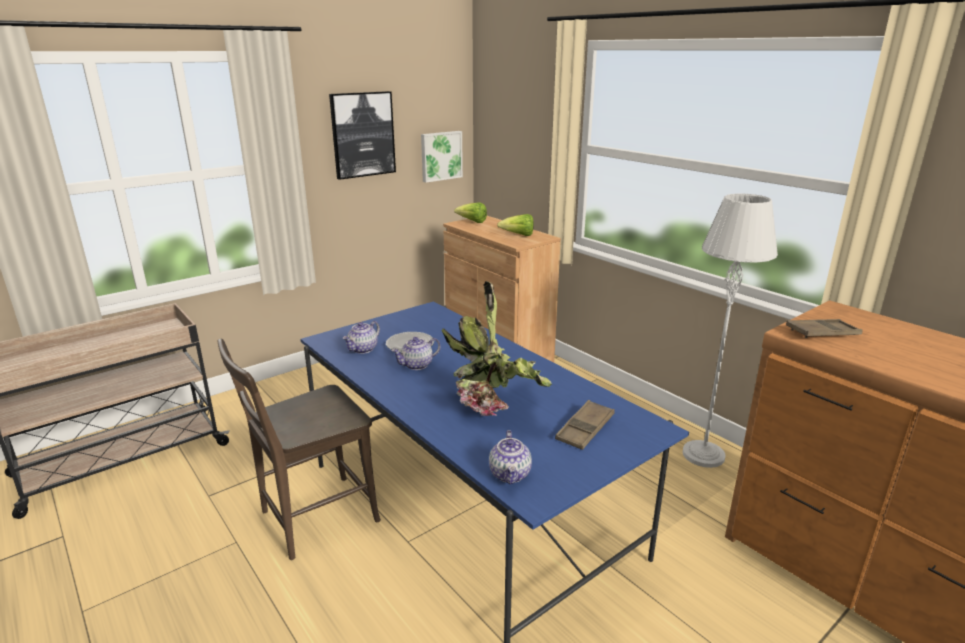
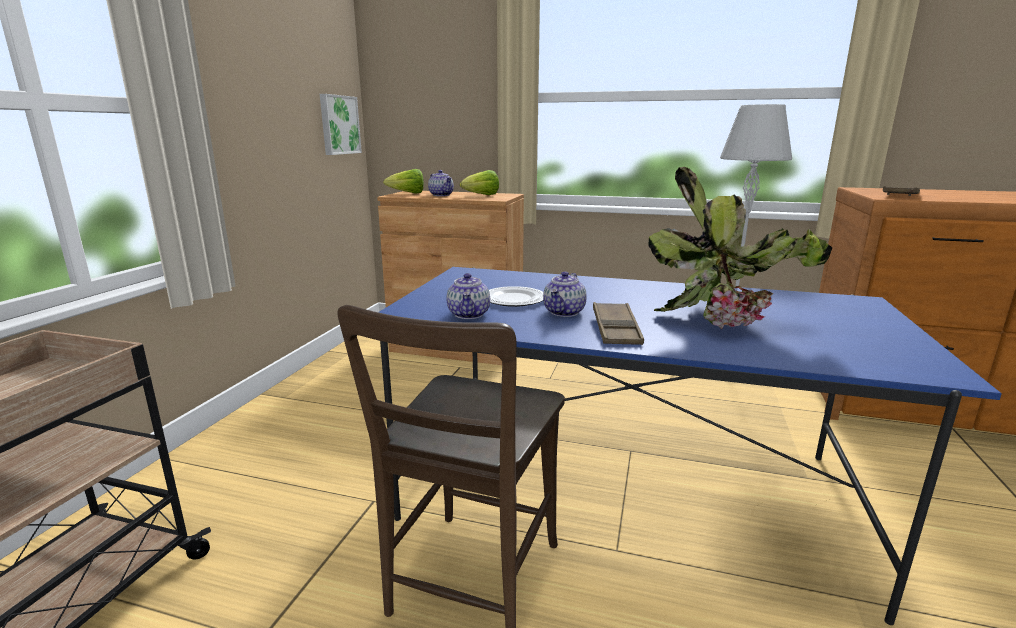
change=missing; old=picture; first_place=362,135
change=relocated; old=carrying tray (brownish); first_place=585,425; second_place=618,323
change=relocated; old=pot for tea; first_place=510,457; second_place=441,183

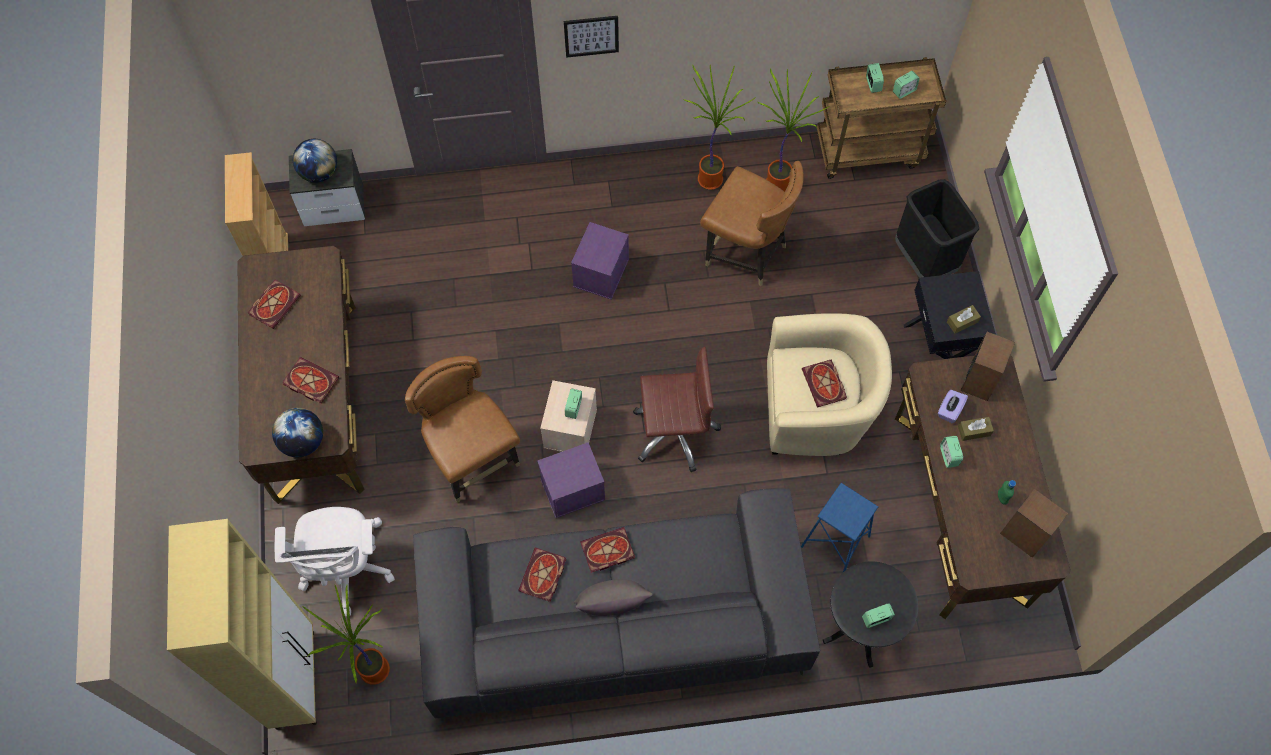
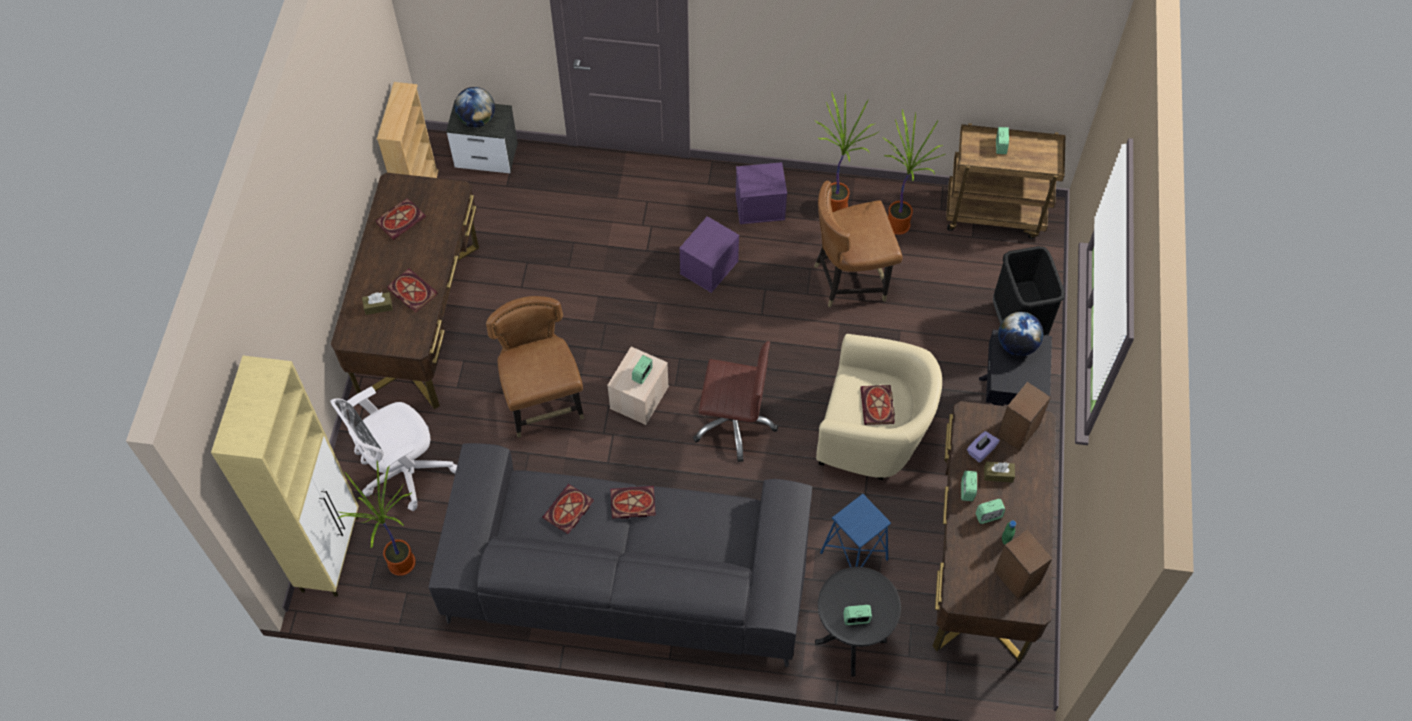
change=missing; old=picture; first_place=591,37
change=relocated; old=table clock; first_place=906,85; second_place=990,511
change=spun; old=plain chair (brownish); first_place=752,224; second_place=858,244; degrees=120
change=relocated; old=tissue box (brownish); first_place=964,319; second_place=377,303
change=relocated; old=world globe; first_place=297,432; second_place=1021,334
change=relocated; old=storage container (purple-coloured); first_place=571,480; second_place=761,193
change=spun; old=desk chair (white-coloured); first_place=335,561; second_place=393,448; degrees=45
change=missing; old=cushion (greyish); first_place=613,597

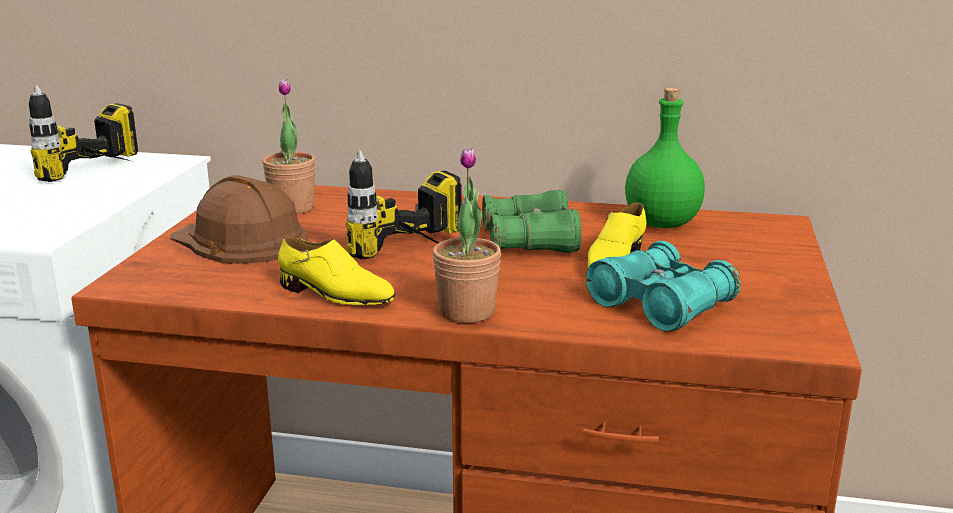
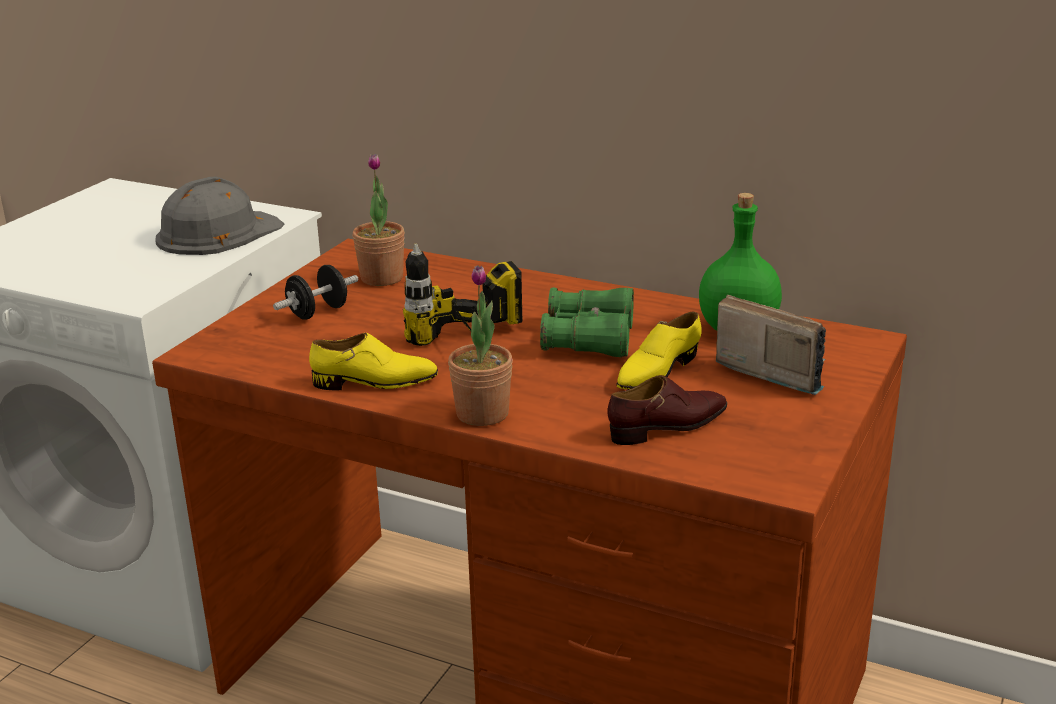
change=exchanged; old=power drill; new=safety helmet (greyish); first_place=83,133; second_place=219,216
change=exchanged; old=safety helmet (brownish); new=hand weight (blackish); first_place=239,219; second_place=315,292
change=spun; old=shoe (yellowish); first_place=336,270; second_place=373,361; degrees=-45
change=exchanged; old=binoculars (blue-green); new=shoe (brownish); first_place=663,286; second_place=667,410
change=appeared; new=radio; second_place=771,345

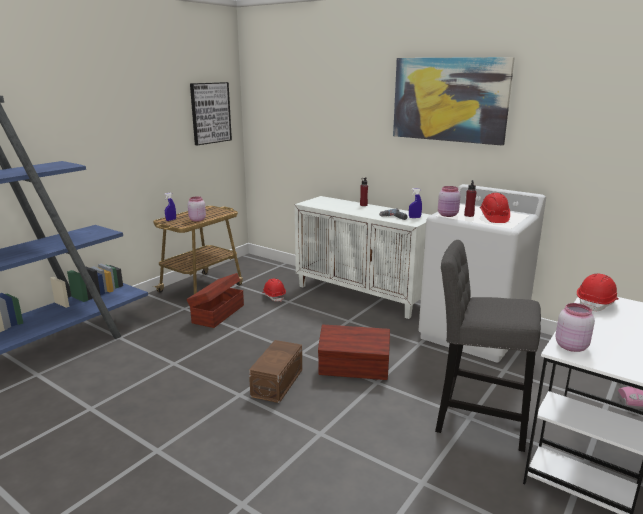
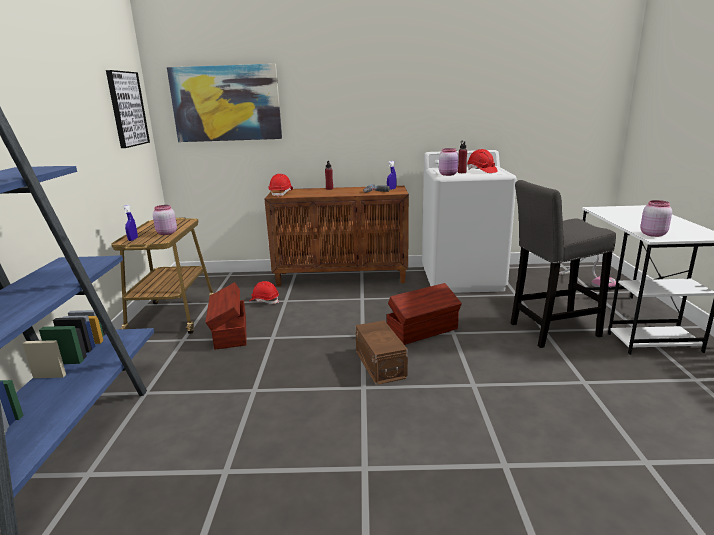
change=relocated; old=picture; first_place=454,101; second_place=224,103
change=colour; old=cupboard (white-coloured); new=cupboard (brownish); first_place=362,257; second_place=336,236
change=relocated; old=safety helmet (reddish); first_place=598,292; second_place=280,185

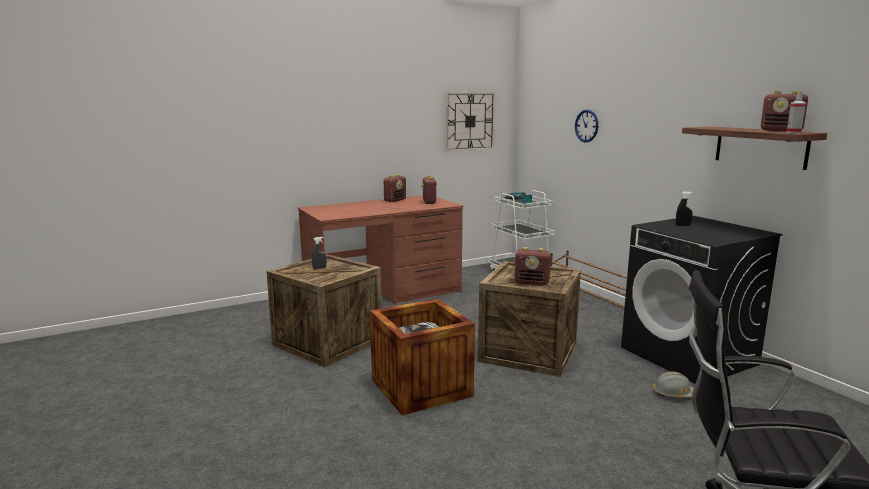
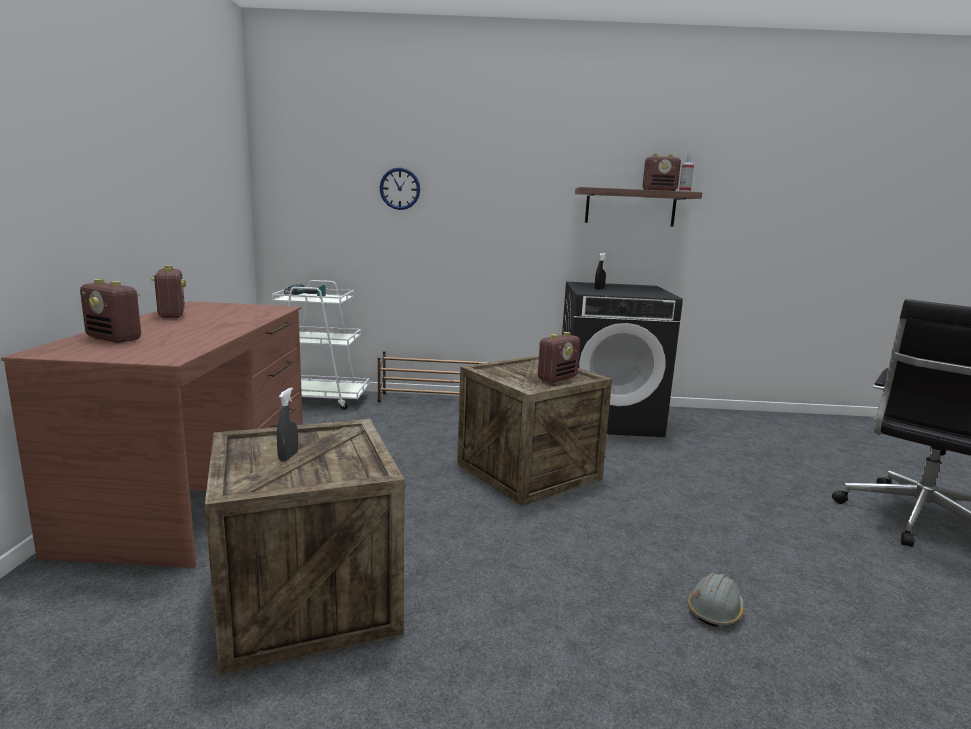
change=missing; old=clock on the wall; first_place=470,122
change=relocated; old=radio; first_place=429,189; second_place=110,311
change=missing; old=crate; first_place=422,357
change=relocated; old=safety helmet (greyish); first_place=673,384; second_place=715,600

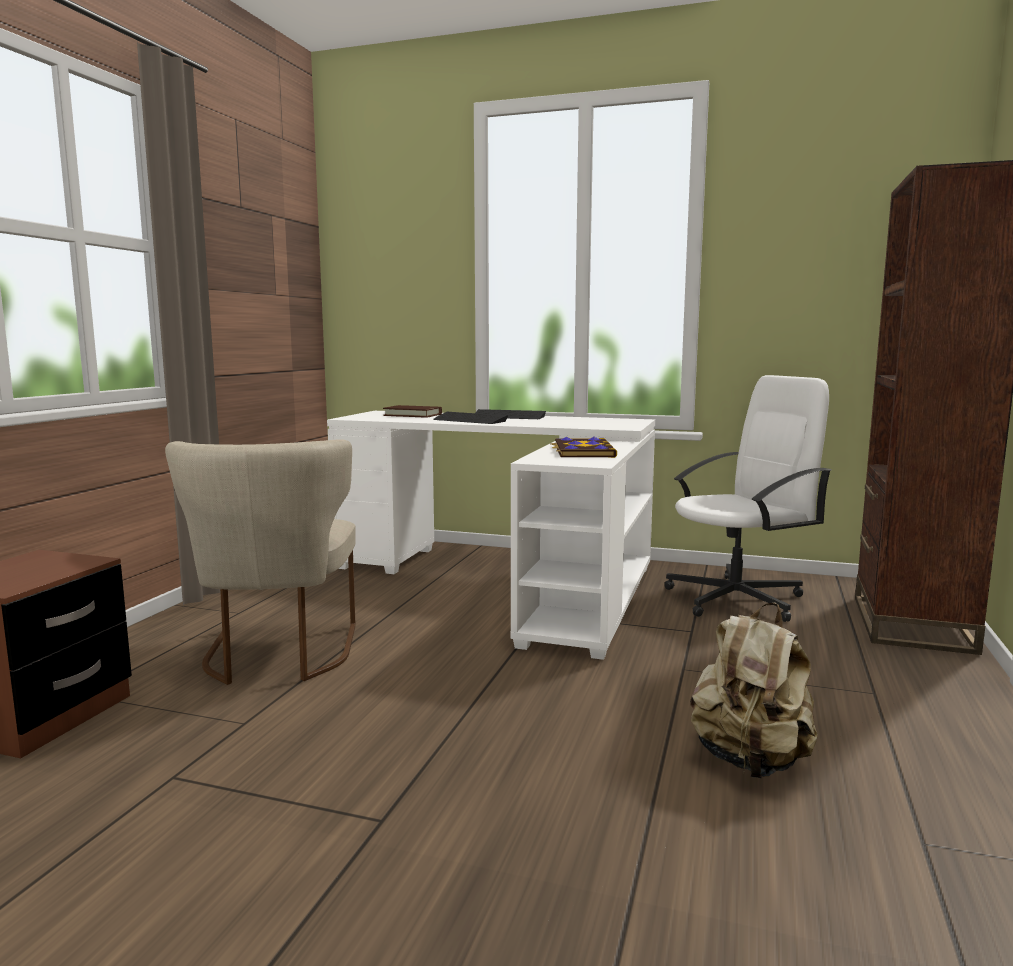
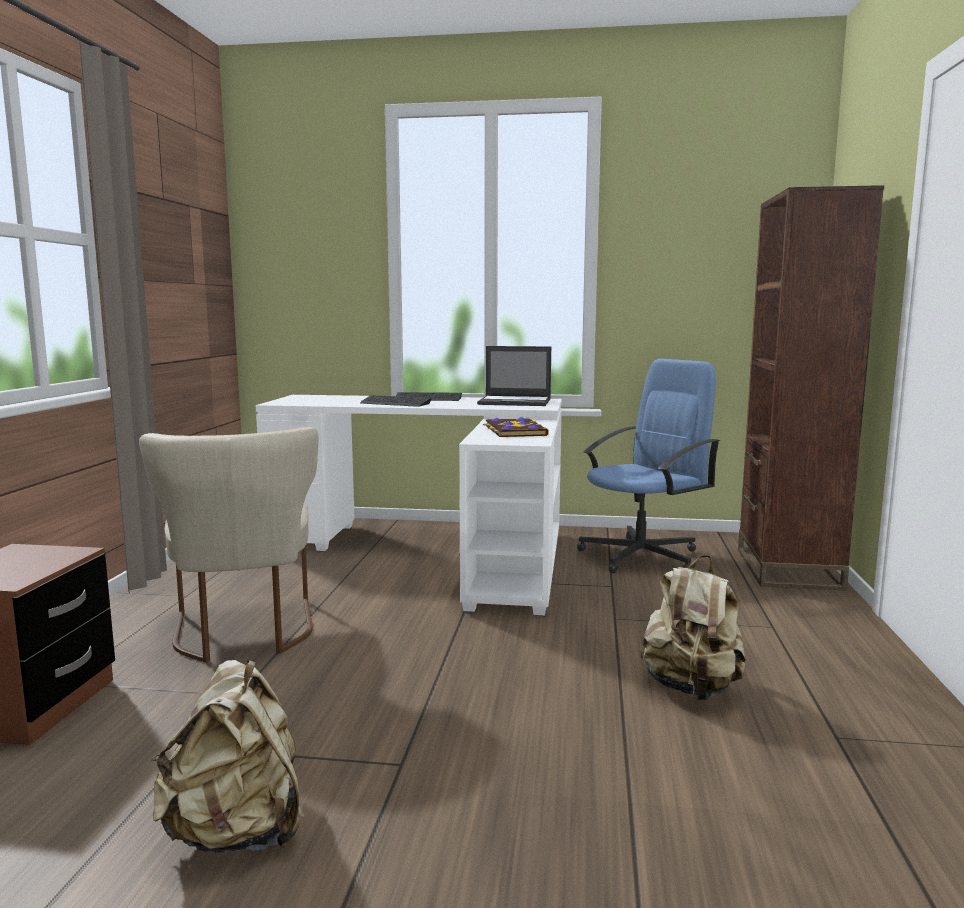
change=colour; old=desk chair (white-coloured); new=desk chair (blue-coloured); first_place=747,498; second_place=648,466
change=missing; old=bound book (brownish); first_place=412,411
change=appeared; new=portable computer; second_place=514,376
change=appeared; new=knapsack (beige); second_place=225,756

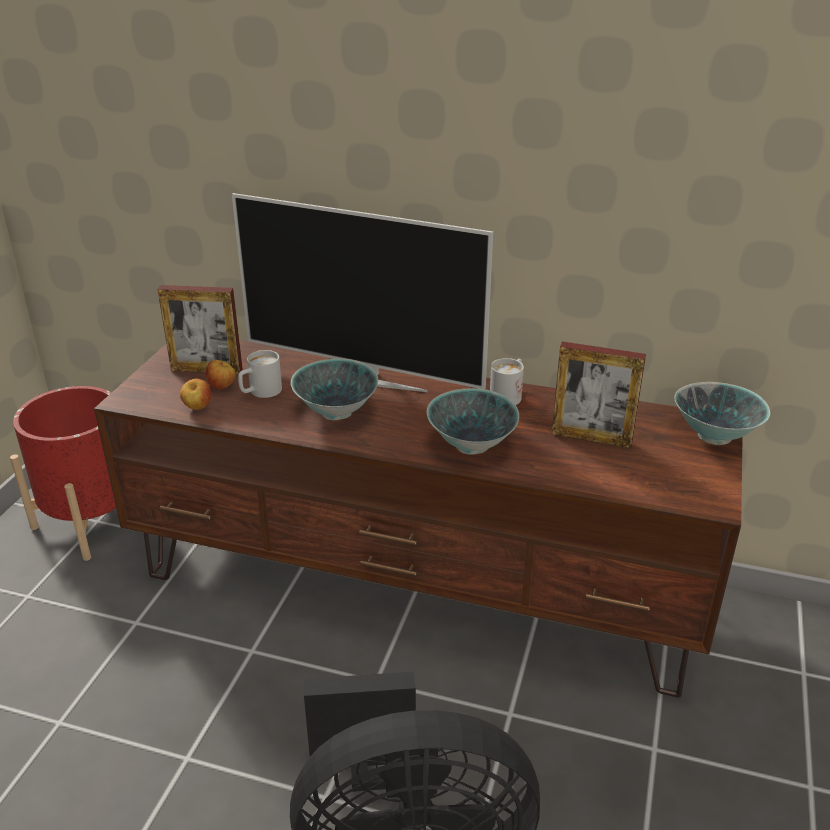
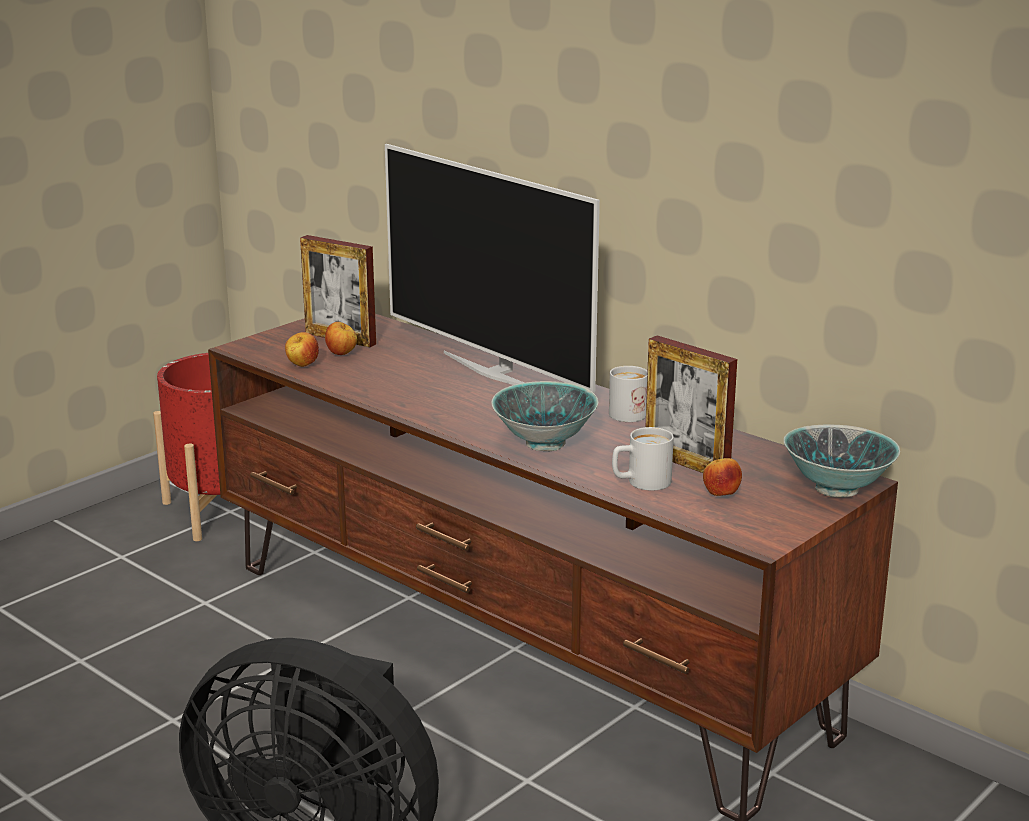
change=relocated; old=mug (white-coloured); first_place=260,374; second_place=643,459
change=missing; old=deep dish; first_place=334,389
change=appeared; new=apple fruit; second_place=722,477

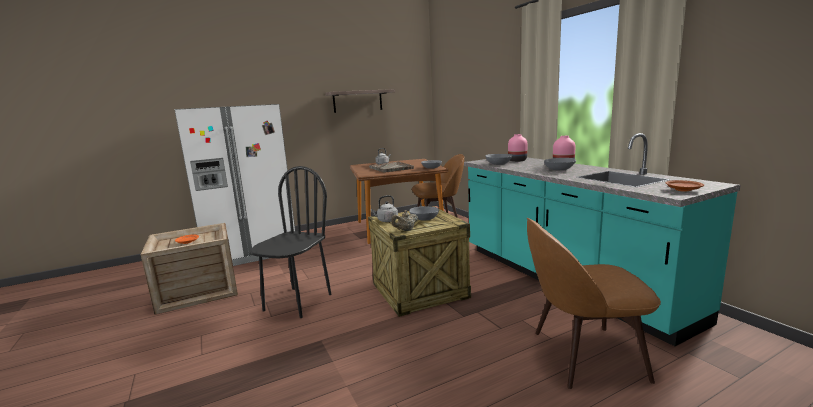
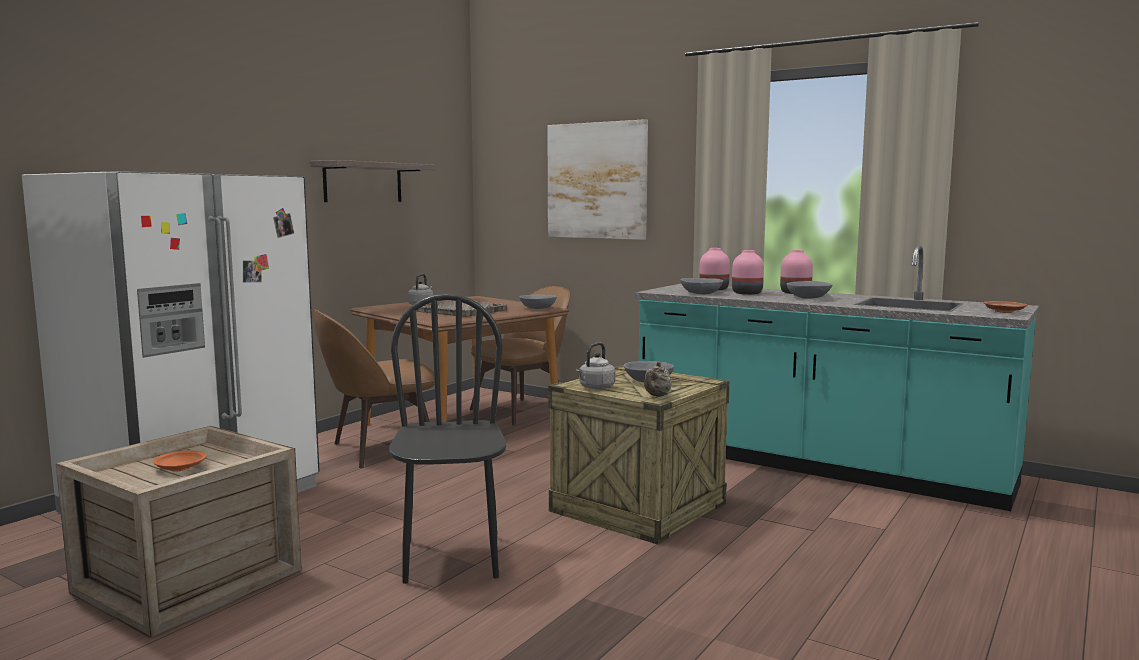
change=relocated; old=plain chair (brownish); first_place=593,303; second_place=374,389
change=appeared; new=picture; second_place=597,179
change=appeared; new=vase (pink); second_place=748,272

